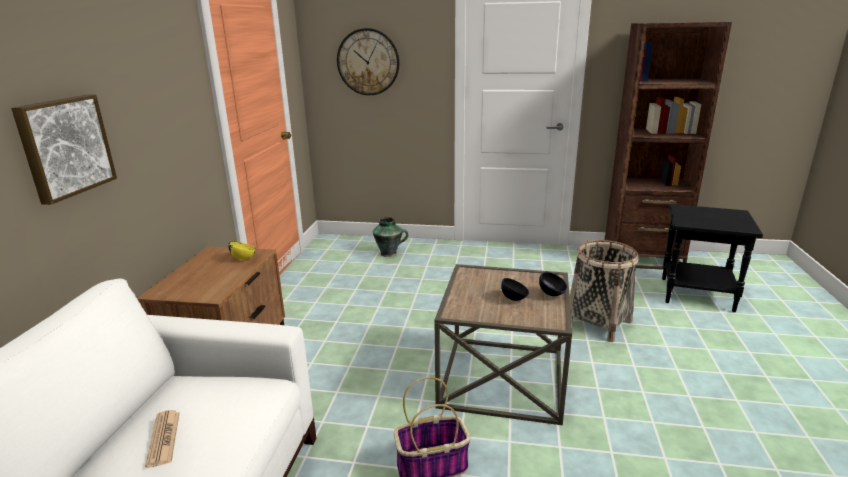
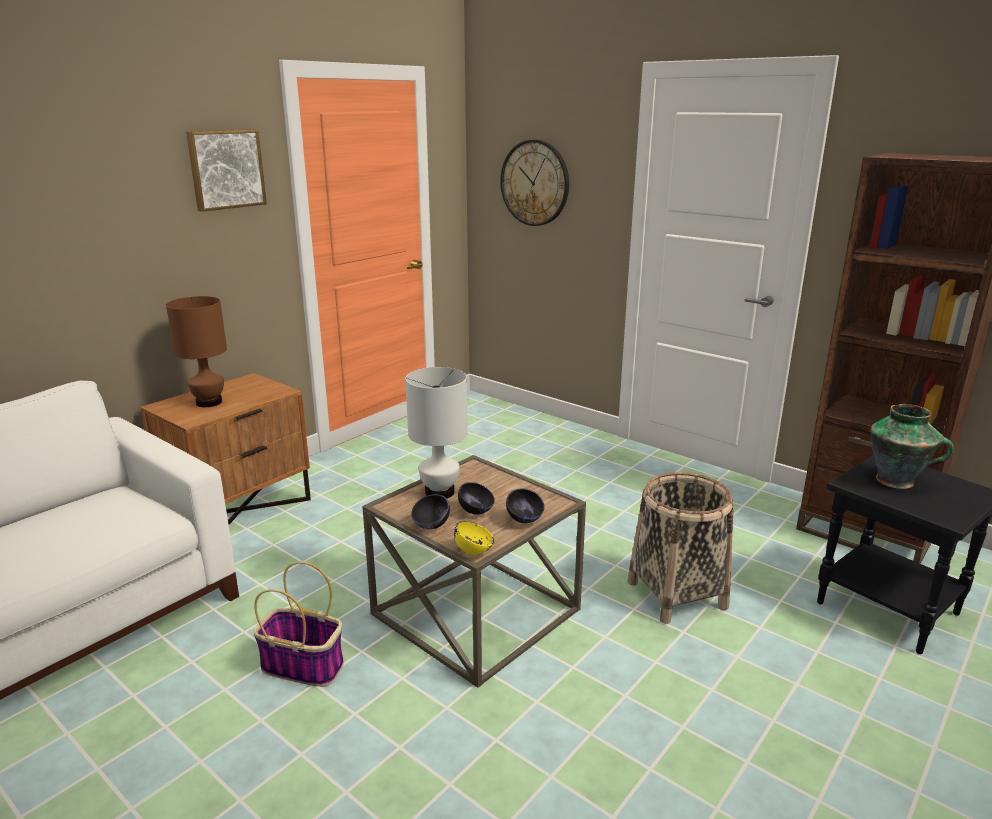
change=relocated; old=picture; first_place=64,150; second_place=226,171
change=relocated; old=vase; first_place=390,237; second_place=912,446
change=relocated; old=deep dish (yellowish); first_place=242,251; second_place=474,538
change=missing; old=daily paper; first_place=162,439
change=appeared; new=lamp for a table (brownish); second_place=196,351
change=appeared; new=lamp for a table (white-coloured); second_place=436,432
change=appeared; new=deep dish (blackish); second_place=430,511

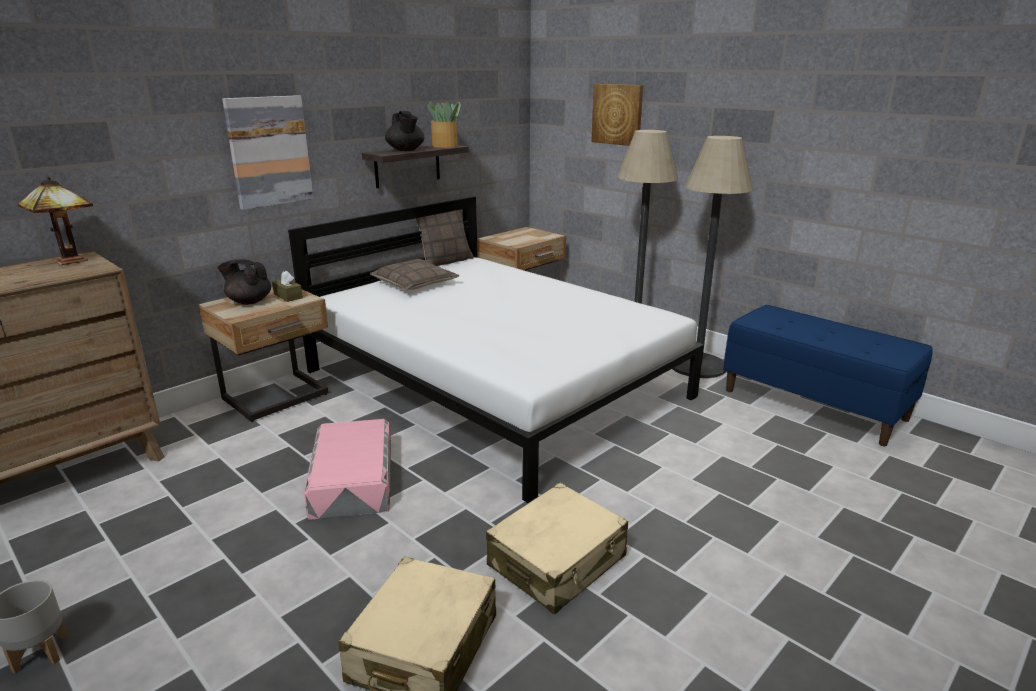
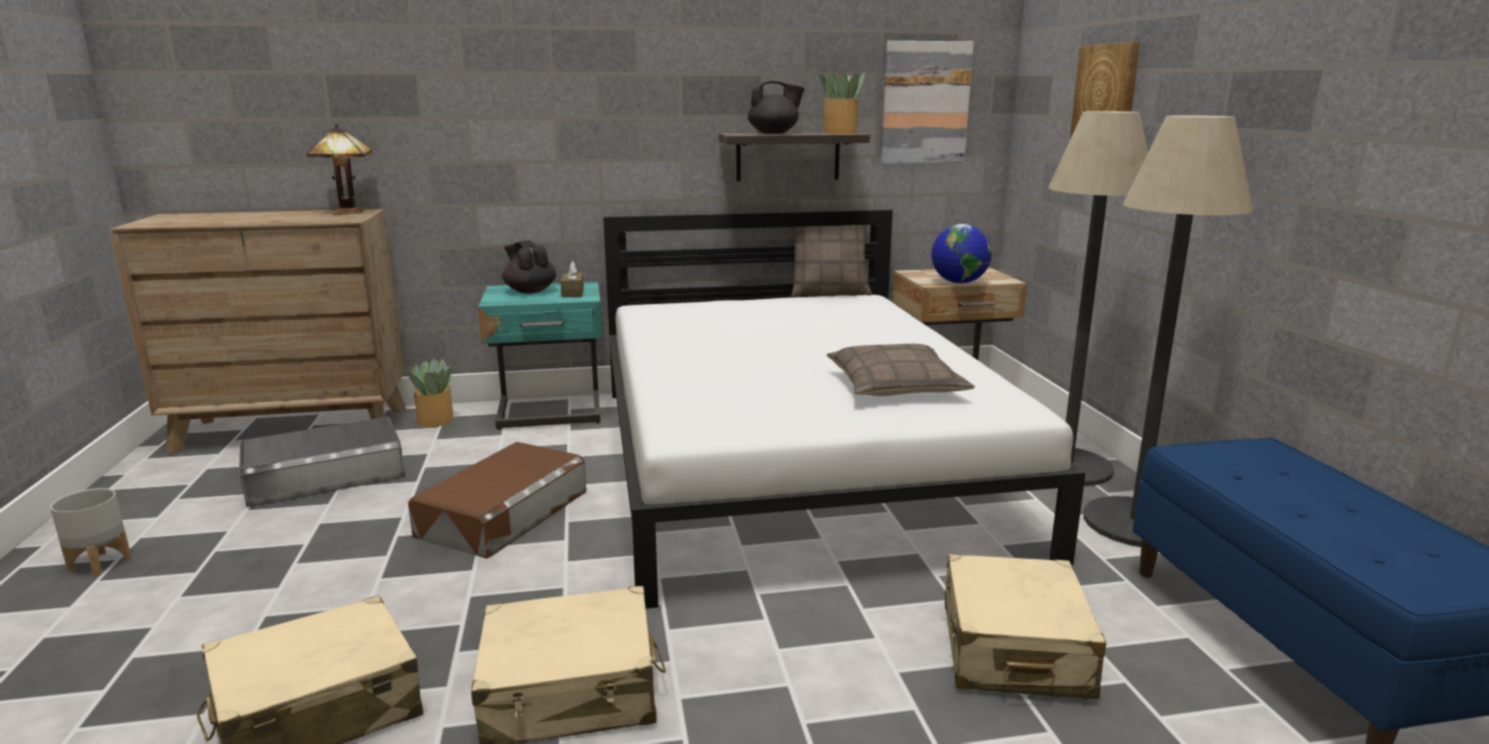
change=relocated; old=picture; first_place=268,152; second_place=927,102
change=spun; old=pot for tea (blackish); first_place=404,131; second_place=776,107; degrees=-105
change=relocated; old=cushion; first_place=414,274; second_place=901,370
change=colour; old=nightstand (beige); new=nightstand (blue-green); first_place=263,354; second_place=540,356
change=colour; old=storage container (pink); new=storage container (brownish); first_place=347,469; second_place=497,500
change=appeared; new=world globe; second_place=961,254
change=appeared; new=plant in a pot; second_place=431,393
change=appeared; new=storage container (greyish); second_place=322,462
change=appeared; new=travel case (beige); second_place=1024,626

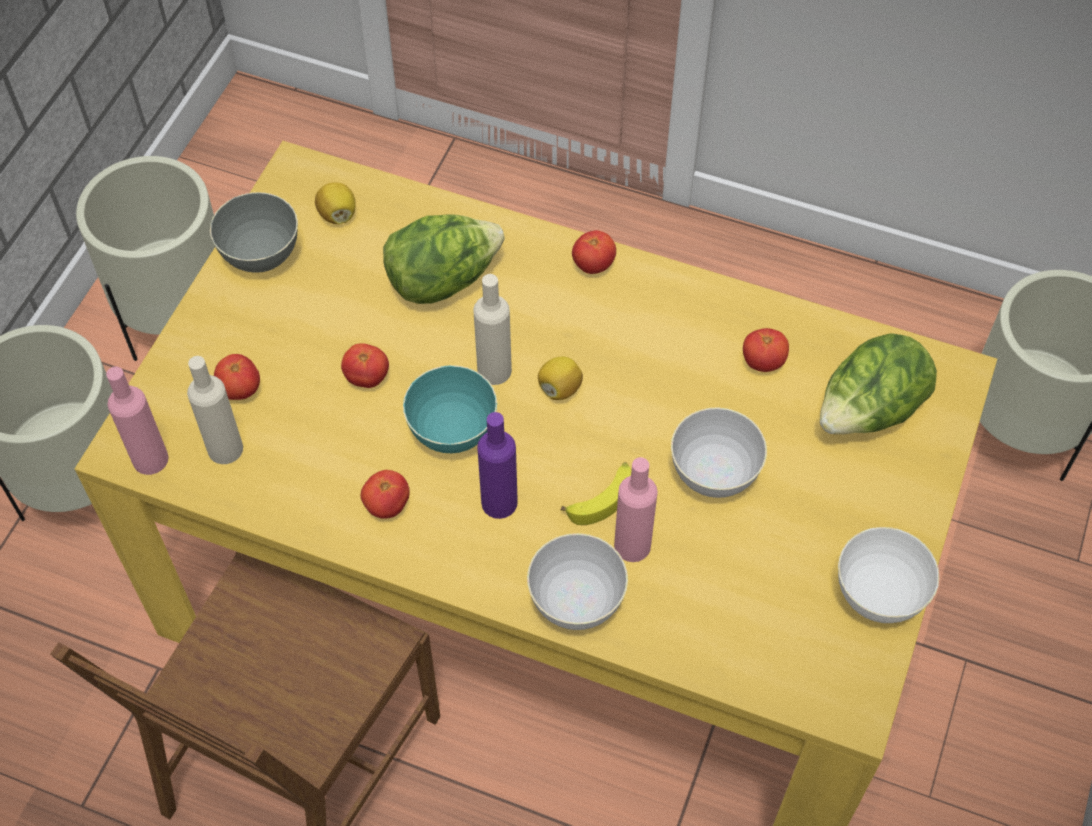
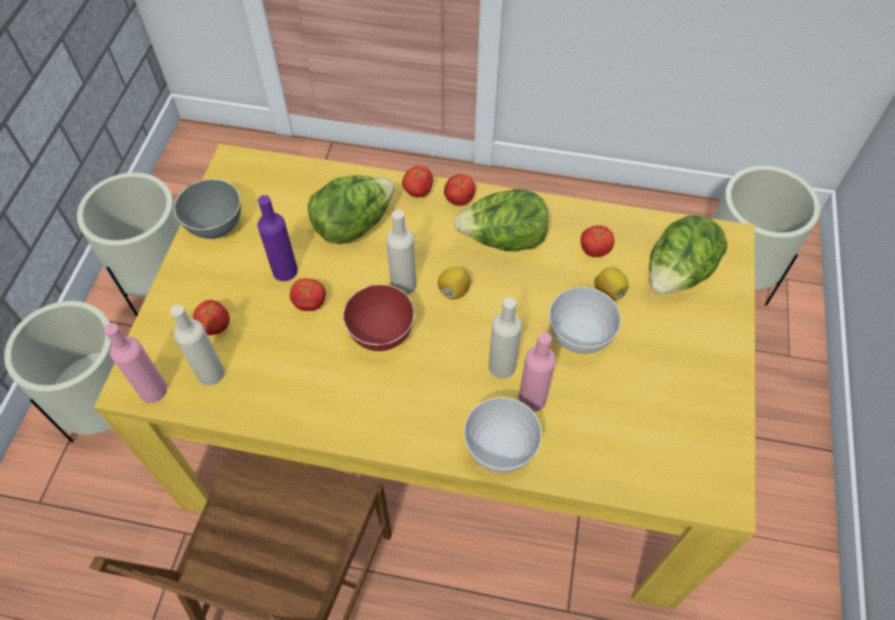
change=relocated; old=lemon; first_place=335,203; second_place=611,284
change=colour; old=deep dish (blue-green); new=deep dish (reddish); first_place=450,409; second_place=379,317
change=relocated; old=beverage bottle (purple-coloured); first_place=497,465; second_place=277,238
change=exchanged; old=whole banana; new=beverage bottle (beige); first_place=596,493; second_place=505,338
change=relocated; old=tomato; first_place=385,494; second_place=417,181
change=missing; old=deep dish (white-coloured); first_place=889,575
change=appeared; new=lettuce head; second_place=501,220

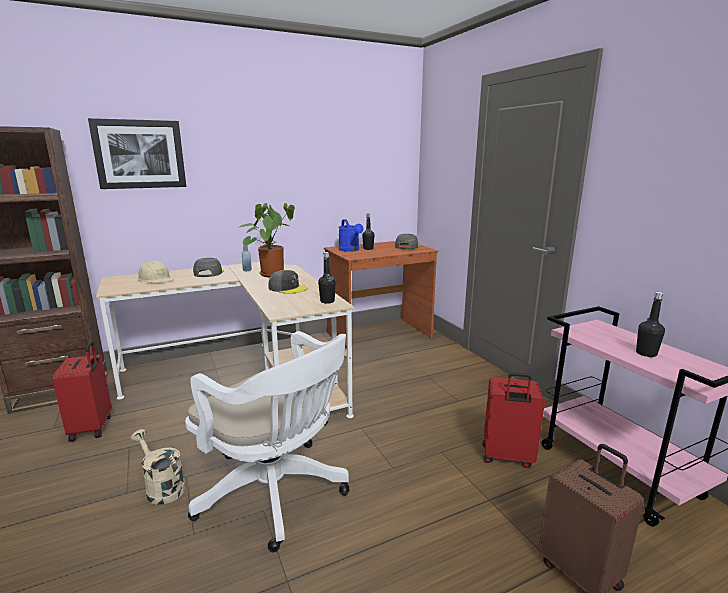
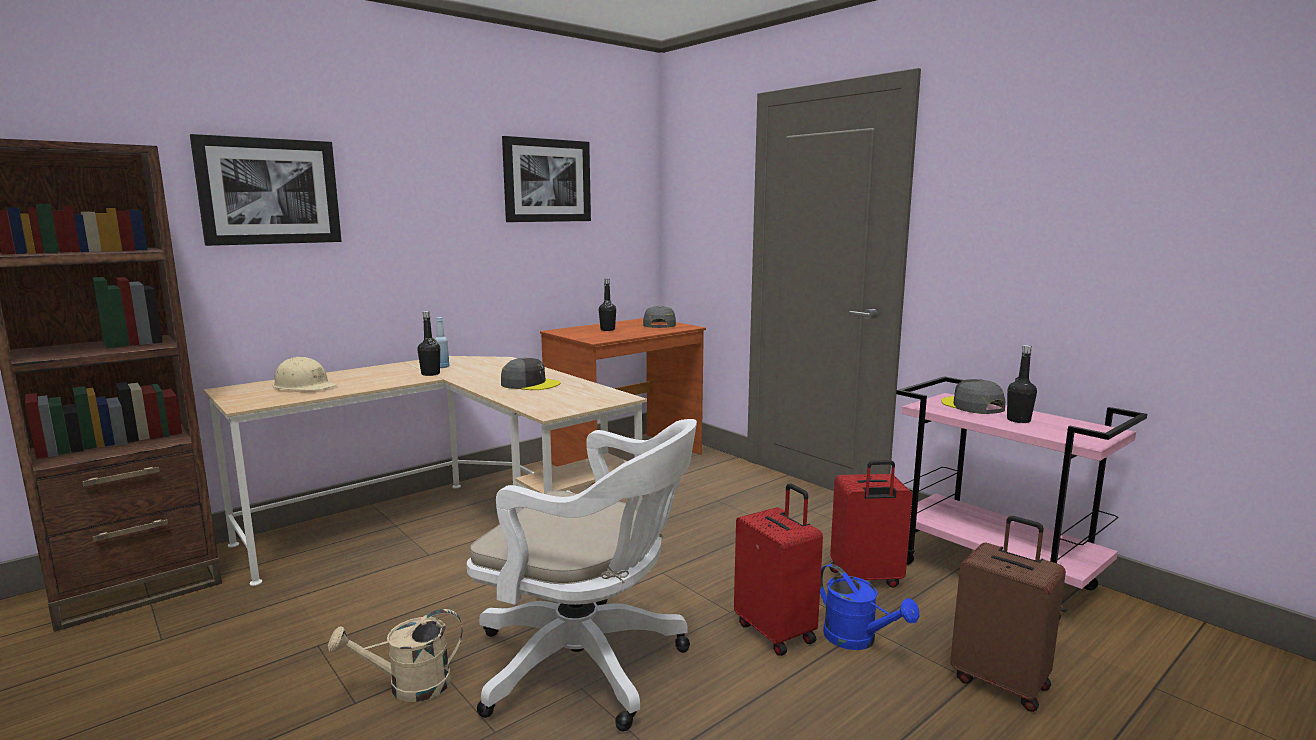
change=missing; old=plant in a pot; first_place=266,240
change=relocated; old=sprinkling can (blue-coloured); first_place=351,235; second_place=870,607
change=relocated; old=beverage bottle (blackish); first_place=327,278; second_place=428,343
change=relocated; old=peaked cap (greyish); first_place=208,267; second_place=973,396
change=relocated; old=travel case (reddish); first_place=82,391; second_place=778,569
change=spun; old=sprinkling can (beige); first_place=158,467; second_place=395,655; degrees=-45
change=appeared; new=picture; second_place=546,179

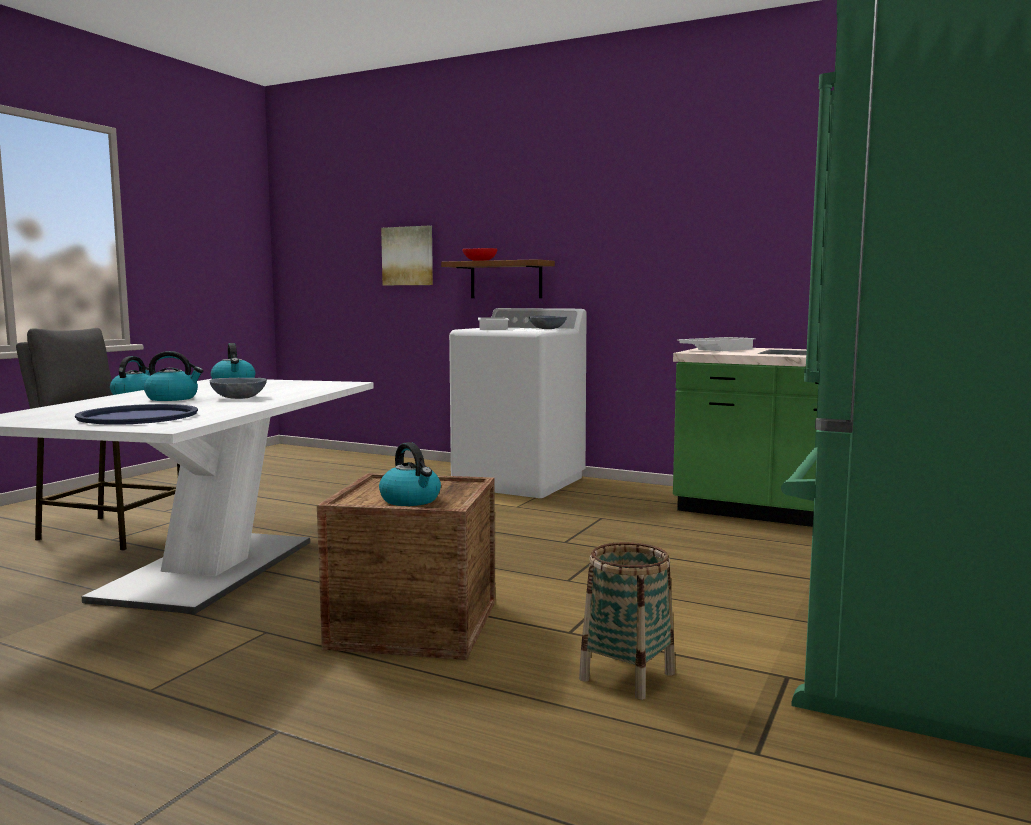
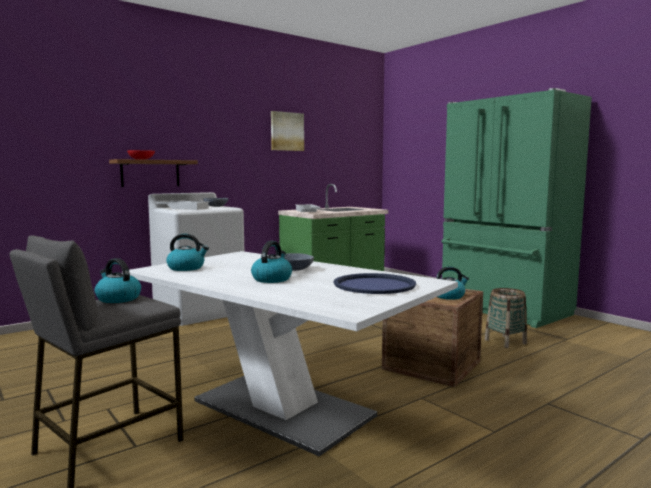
change=relocated; old=picture; first_place=407,255; second_place=287,131

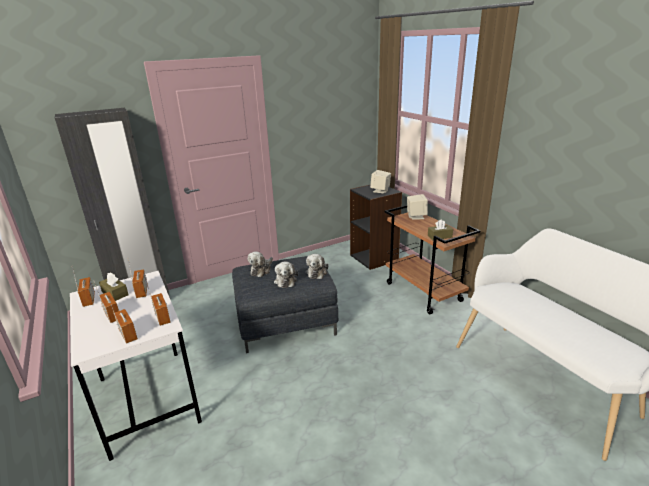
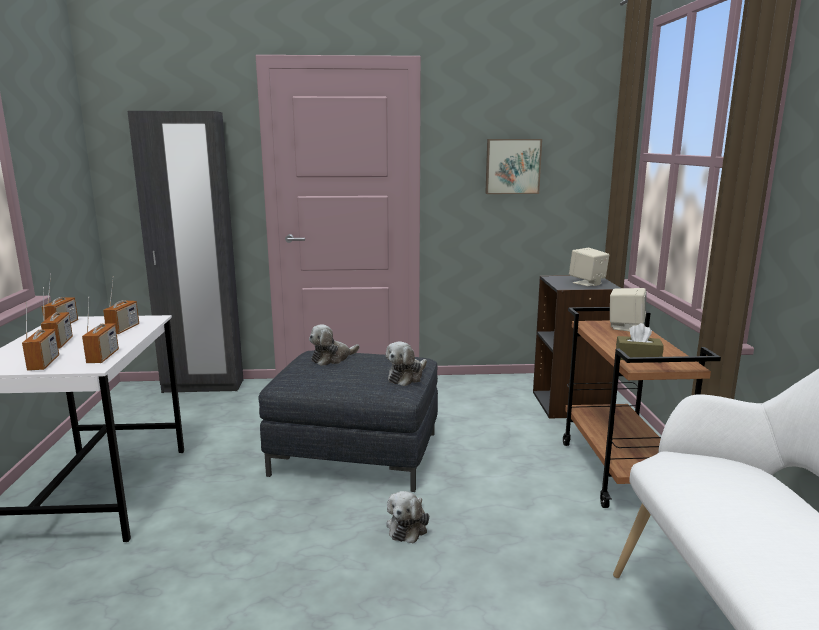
change=relocated; old=plush toy; first_place=286,275; second_place=407,517
change=missing; old=tissue box (brownish); first_place=114,287
change=appeared; new=picture; second_place=513,166

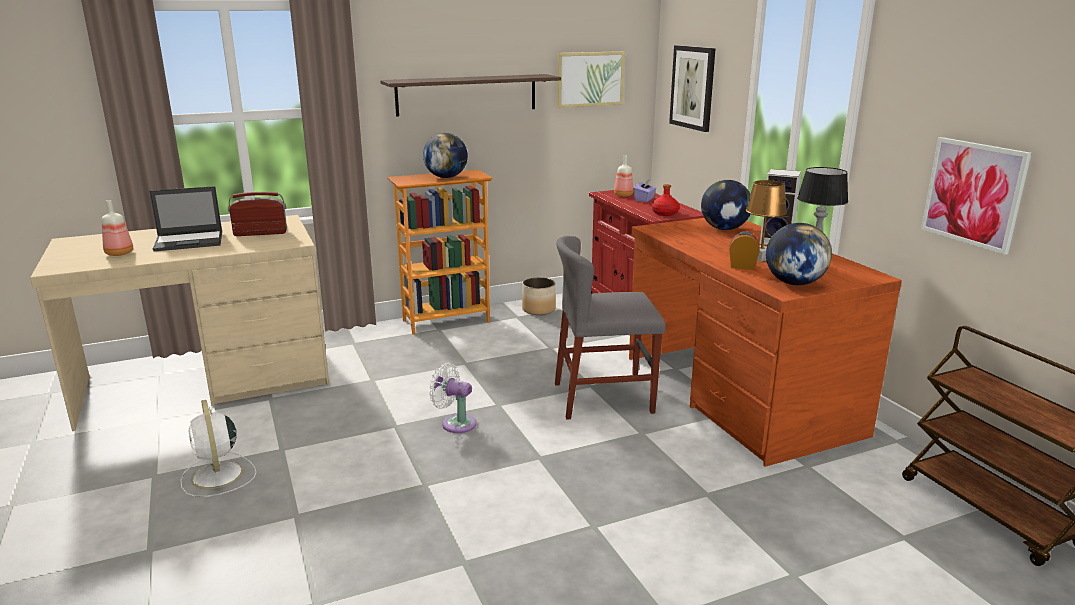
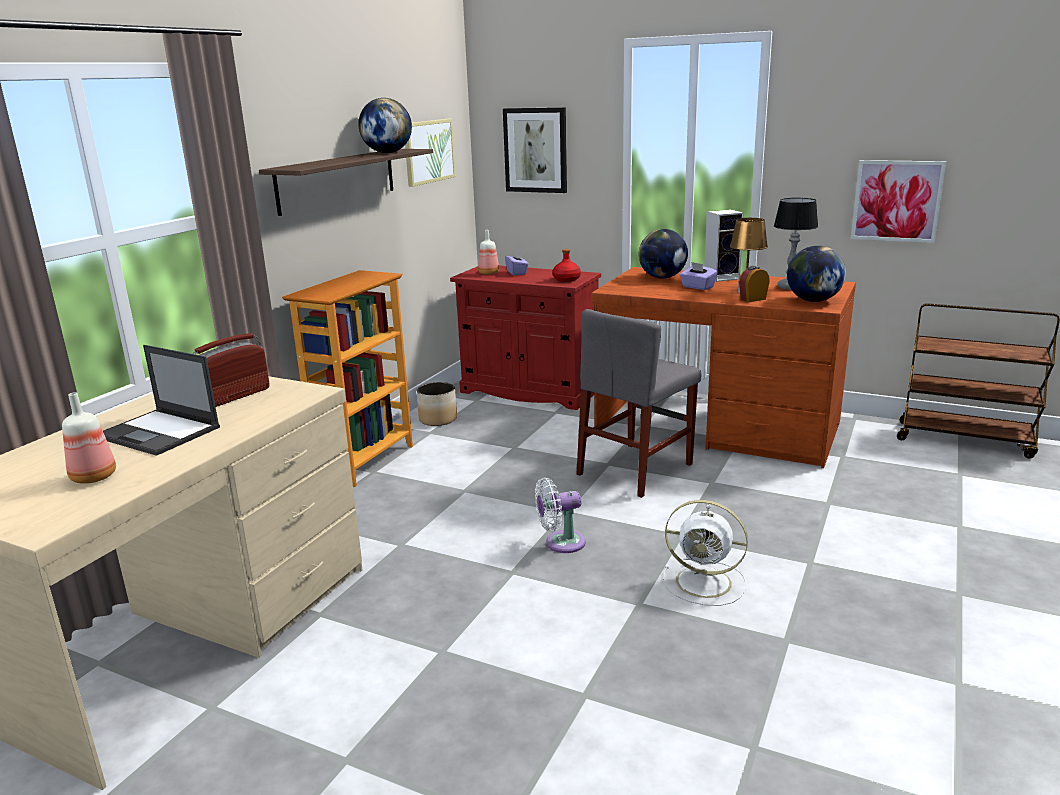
change=relocated; old=world globe; first_place=445,155; second_place=385,125
change=spun; old=portable computer; first_place=185,218; second_place=161,400; degrees=90
change=relocated; old=fan (white-coloured); first_place=218,448; second_place=705,553
change=appeared; new=tissue box (purple-coloured); second_place=699,276

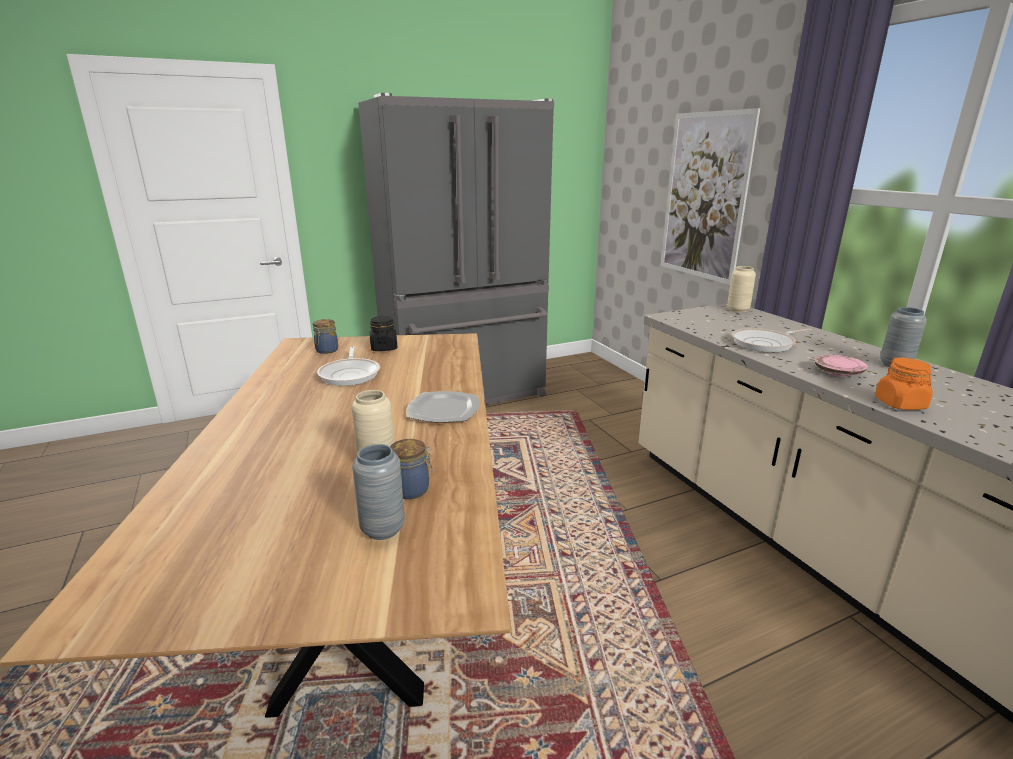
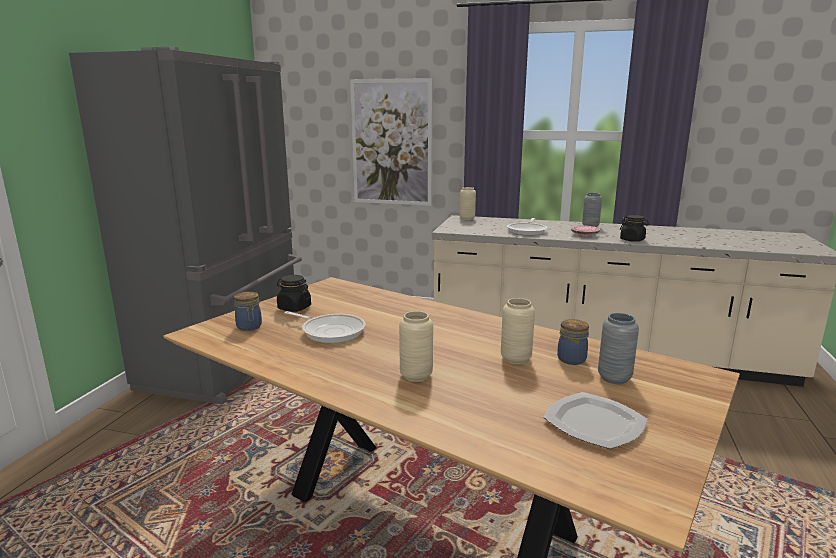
change=colour; old=jar (orange-coloured); new=jar (blackish); first_place=904,384; second_place=634,228
change=relocated; old=plate; first_place=443,407; second_place=595,420
change=appeared; new=vase (beige); second_place=416,346

